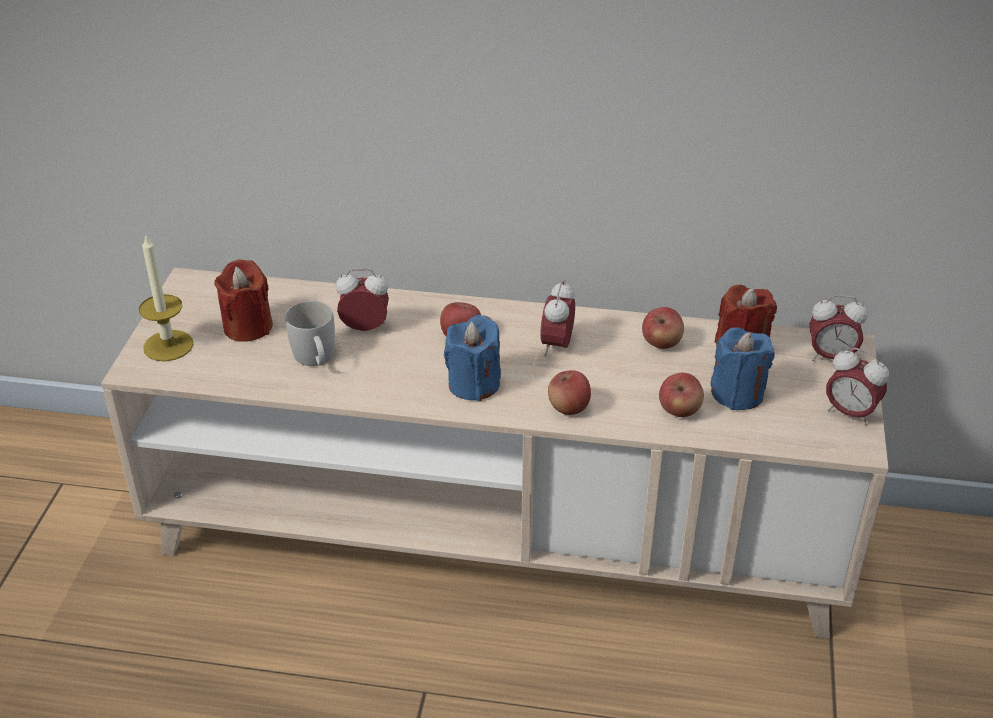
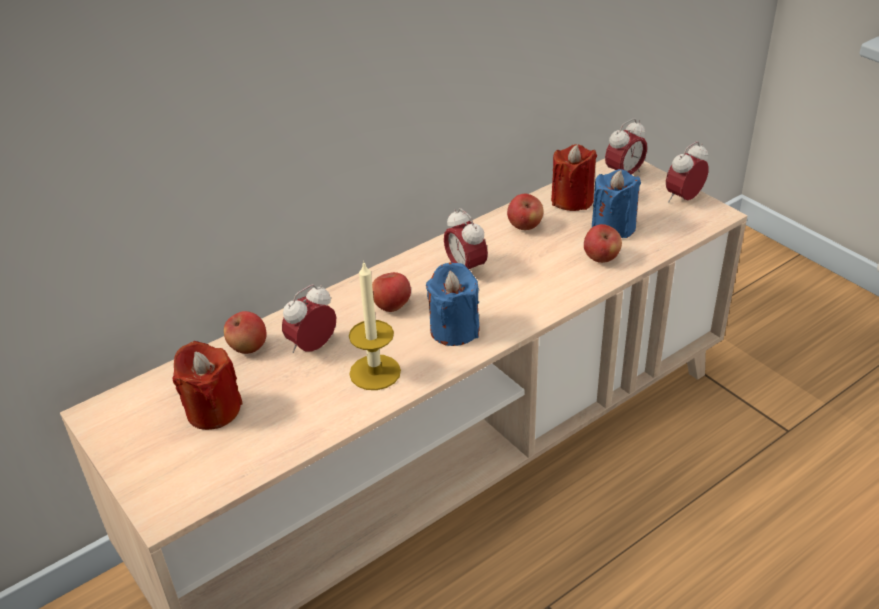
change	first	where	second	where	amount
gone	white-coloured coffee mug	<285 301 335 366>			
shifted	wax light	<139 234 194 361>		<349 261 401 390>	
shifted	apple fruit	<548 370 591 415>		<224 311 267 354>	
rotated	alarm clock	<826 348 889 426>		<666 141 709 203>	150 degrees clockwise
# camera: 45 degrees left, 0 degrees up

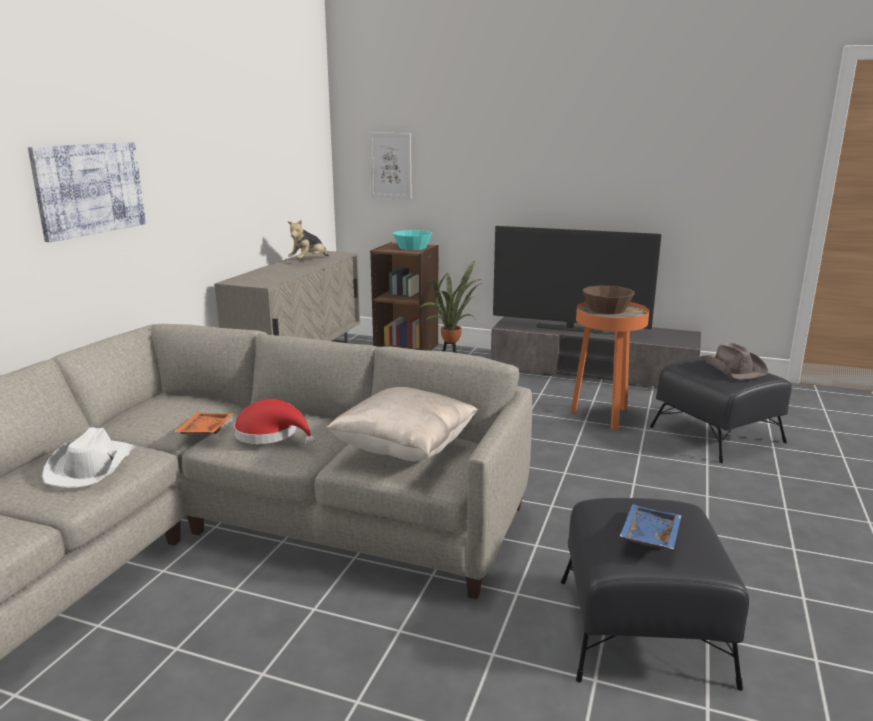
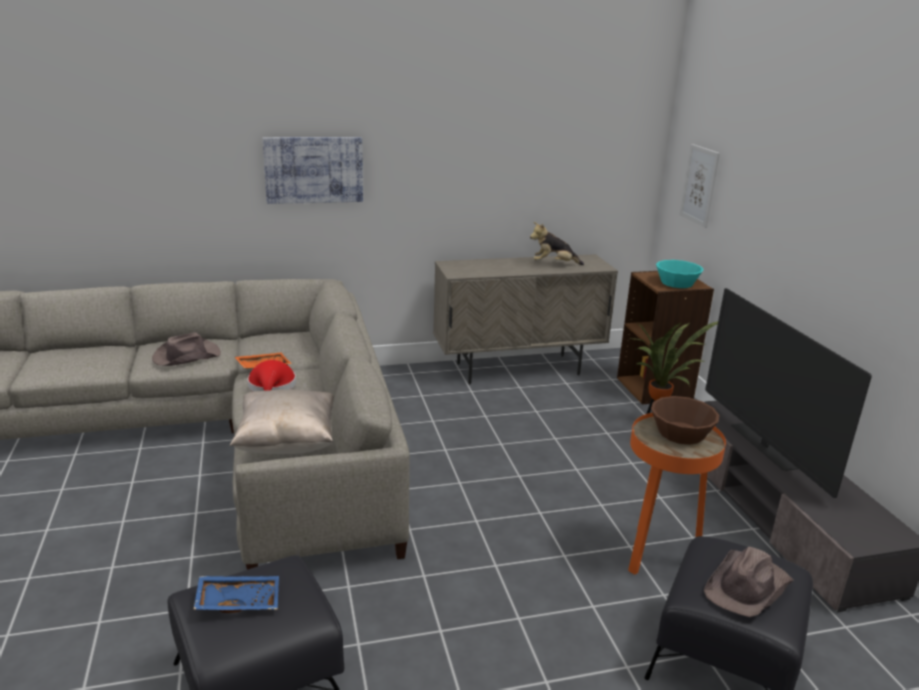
change	first	where	second	where	amount
repainted	white-coloured clothing hat	<42 427 136 488>	brown clothing hat	<152 332 221 366>	
# camera: 55 degrees right, 5 degrees up

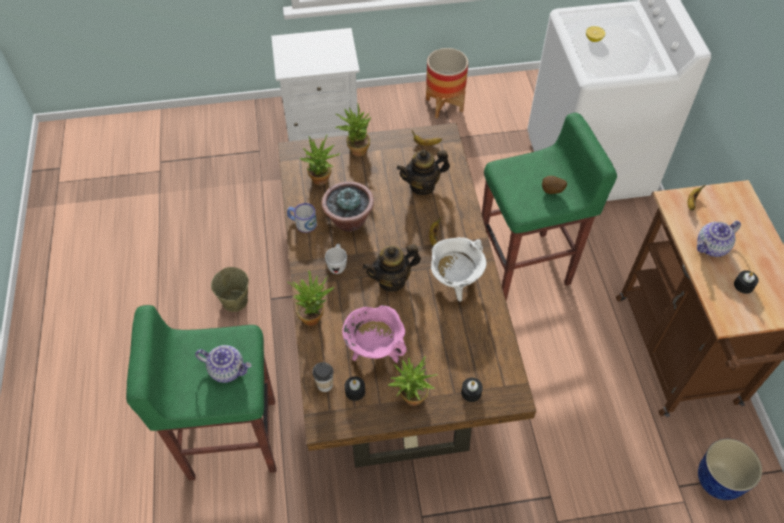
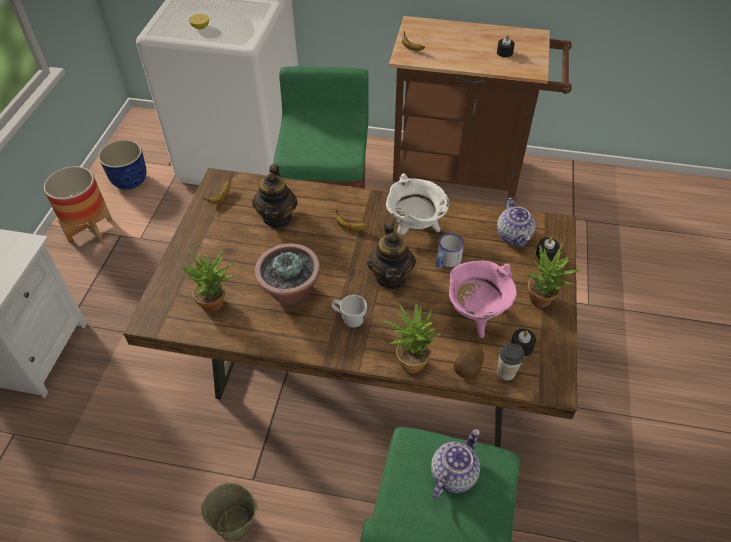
change	first	where	second	where	amount
gone	plant in a pot	<335 104 371 157>			
shifted	coffee mug	<287 203 317 233>		<436 233 464 268>	
shifted	spud	<542 176 567 194>		<454 346 484 378>	
shifted	teapot	<697 221 741 257>		<497 198 536 247>	
shifted	planter	<698 439 762 500>		<98 140 147 189>	
# camera: 70 degrees left, 5 degrees down

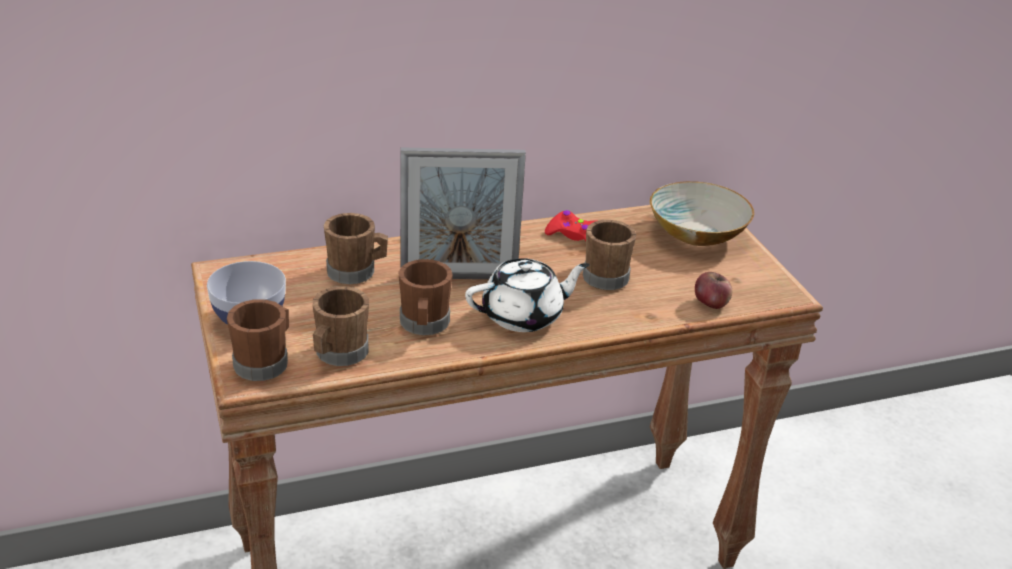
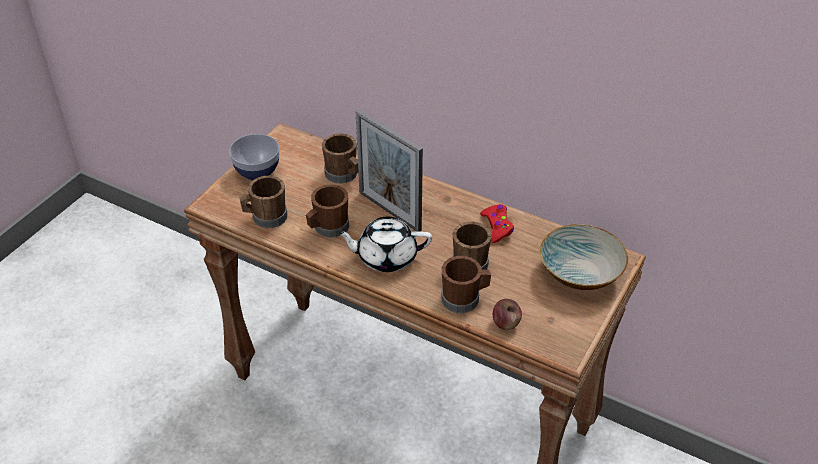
change	first	where	second	where	amount
shifted	brown coffee mug	<227 299 289 381>		<441 256 491 313>	
rotated	white-coloured teapot	<465 258 590 332>		<336 217 432 272>	150 degrees clockwise
# camera: 50 degrees right, 10 degrees up

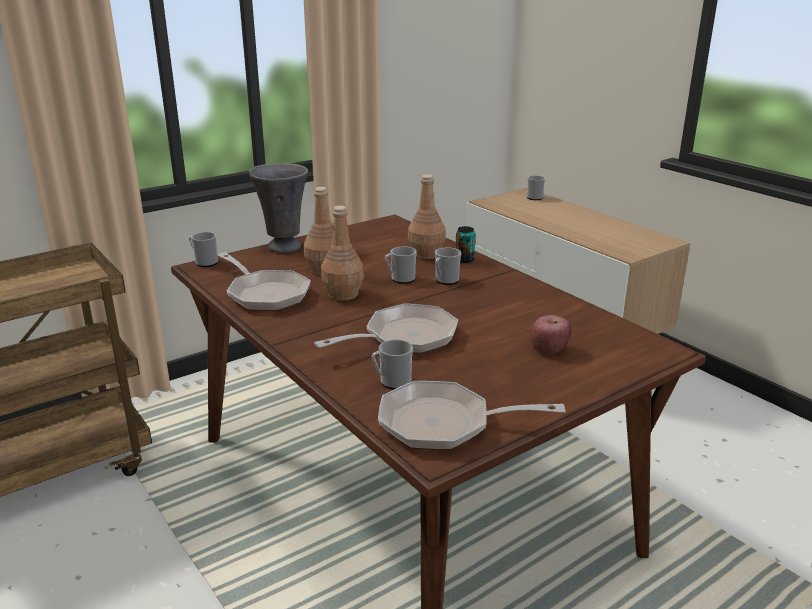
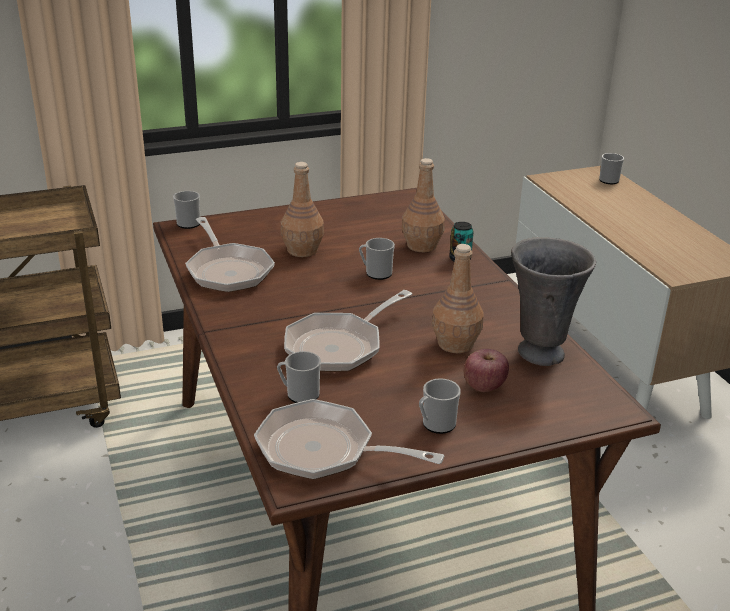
change	first	where	second	where	amount
shifted	grey vase	<249 163 308 253>		<511 237 596 366>	
shifted	brown bottle	<321 206 364 301>		<432 244 484 353>	
shifted	coffee mug	<435 248 461 285>		<419 378 461 434>	
rotated	skillet	<314 303 458 354>		<284 290 412 372>	150 degrees clockwise
# camera: 15 degrees right, 5 degrees up

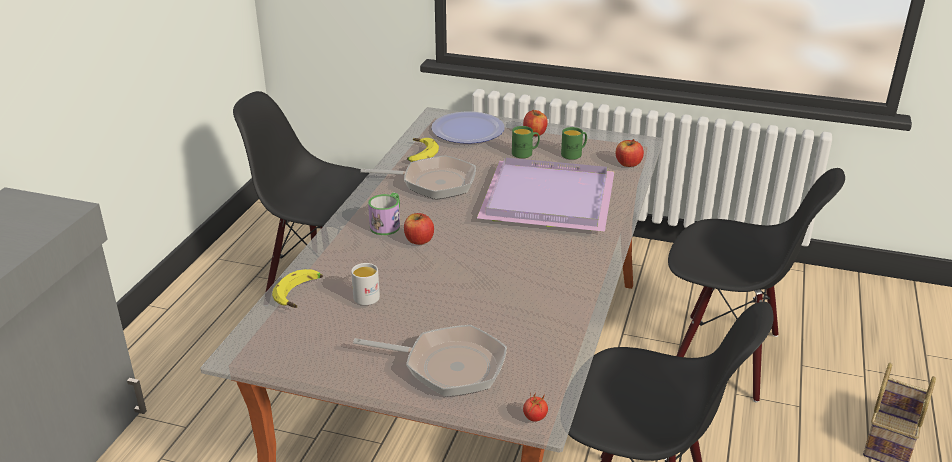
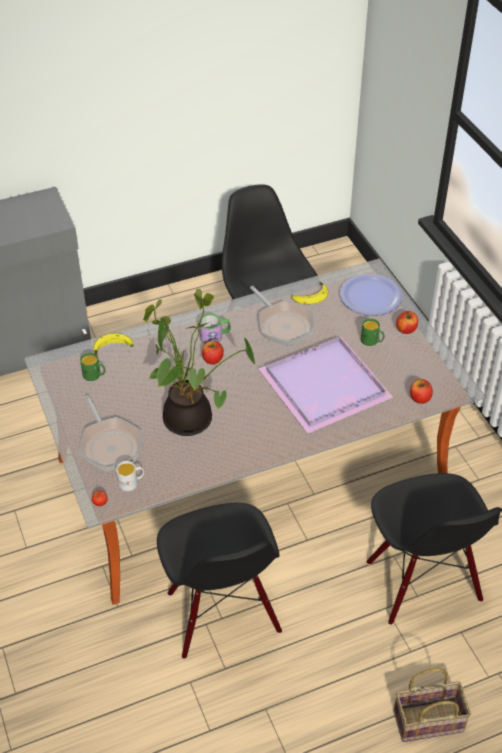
change	first	where	second	where	amount
new			plant in a pot	<143 289 256 436>	
shifted	white-coloured coffee mug	<351 263 380 305>		<116 461 144 491>	
shifted	greenish coffee mug	<561 127 587 160>		<80 353 105 381>	
# camera: 50 degrees right, 15 degrees up

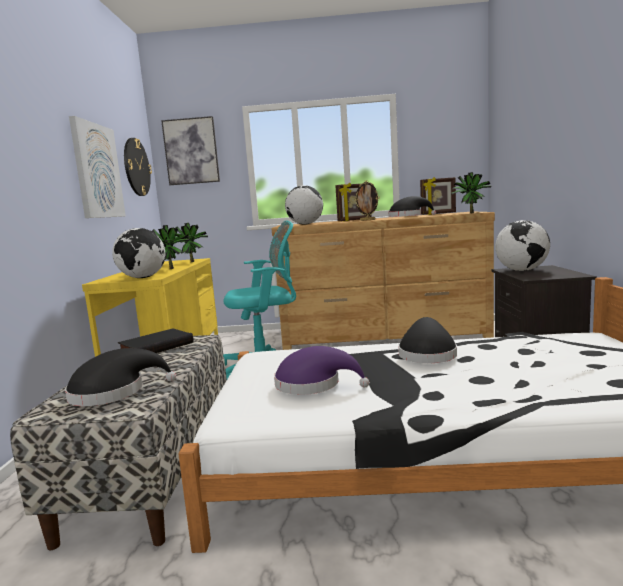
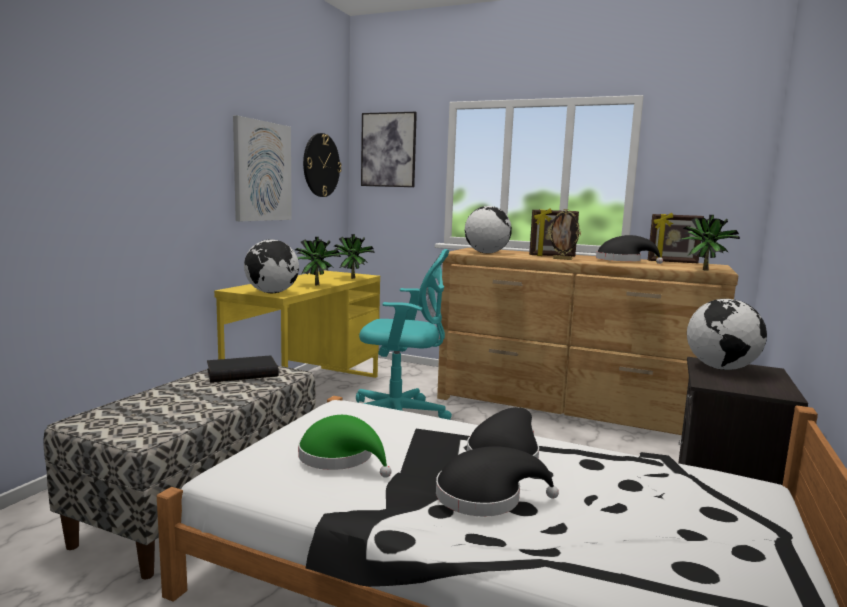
change	first	where	second	where	amount
shifted	black clothing hat	<65 348 176 406>		<436 446 559 517>	
repainted	purple-coloured clothing hat	<274 346 369 395>	greenish clothing hat	<298 415 392 478>	
# camera: 20 degrees right, 0 degrees up

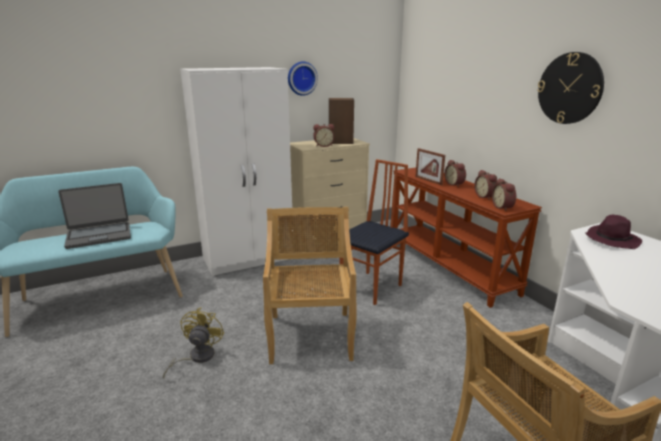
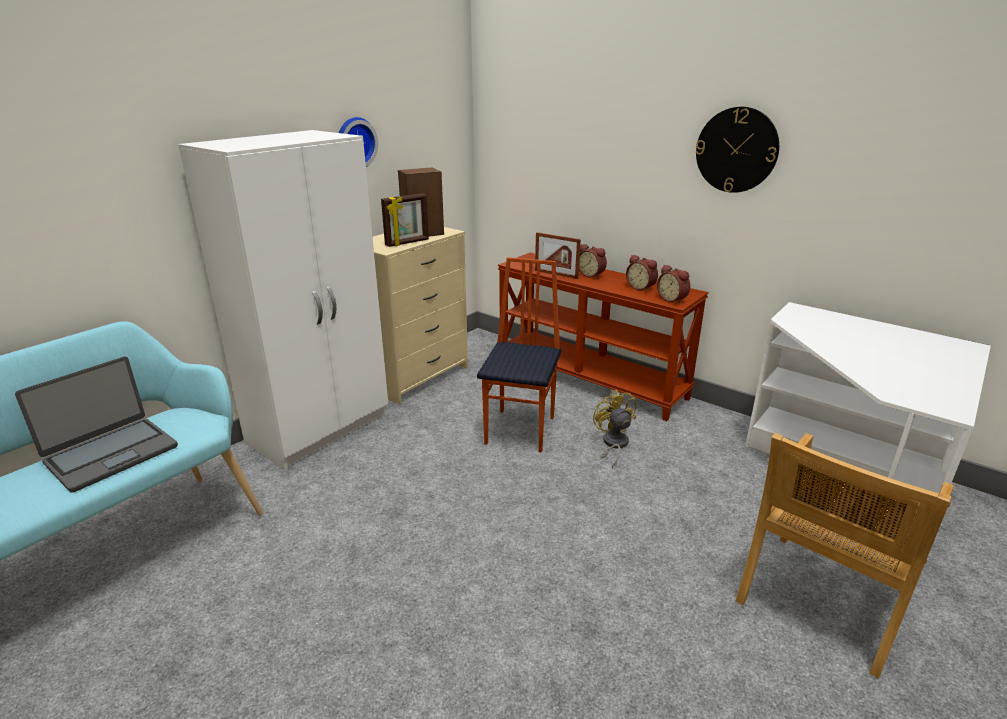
change	first	where	second	where	amount
gone	beige-coloured upright chair	<263 207 357 364>			
gone	purple-coloured clothing hat	<585 215 642 249>			
shifted	yellowish cooling fan	<163 307 224 379>		<593 389 636 468>	
swapped	alarm clock	<313 124 335 147>	standing frame	<381 193 429 247>	
# camera: 25 degrees left, 5 degrees up

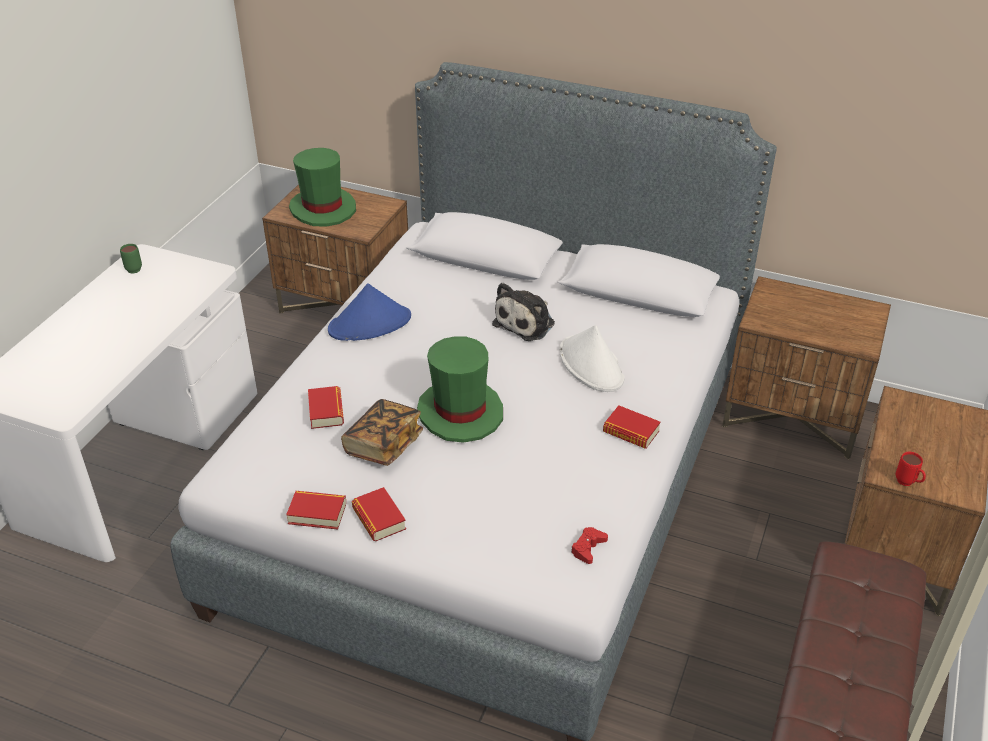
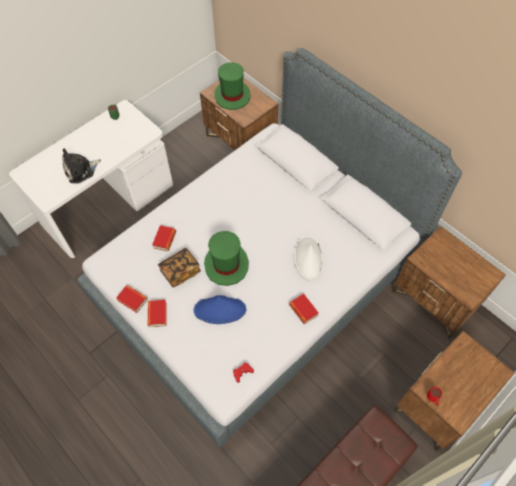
change	first	where	second	where	amount
shifted	bluish clothing hat	<328 283 411 341>		<194 295 246 324>	
shifted	cuddly toy	<492 283 555 341>		<62 148 101 184>	
# camera: 25 degrees right, 20 degrees up

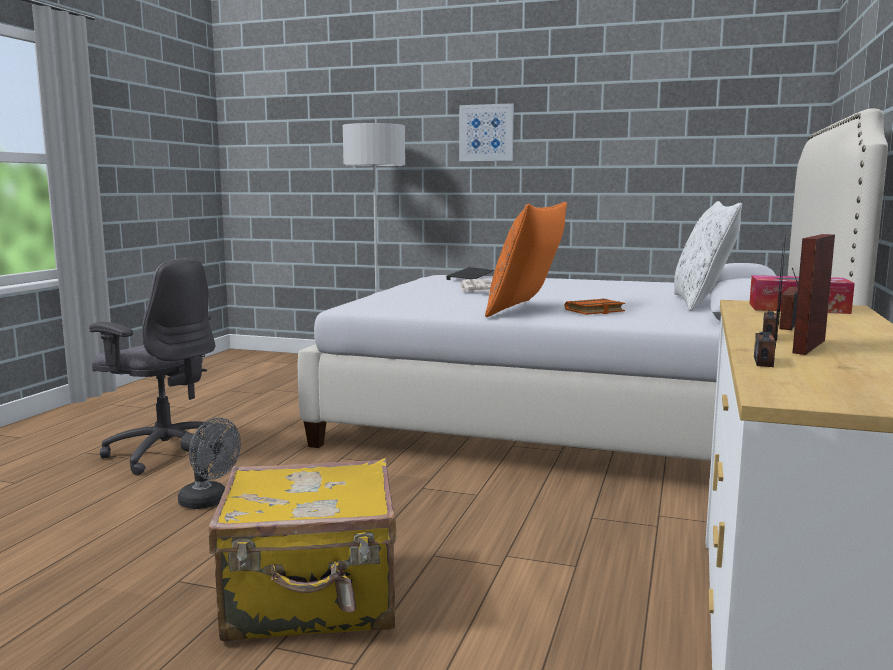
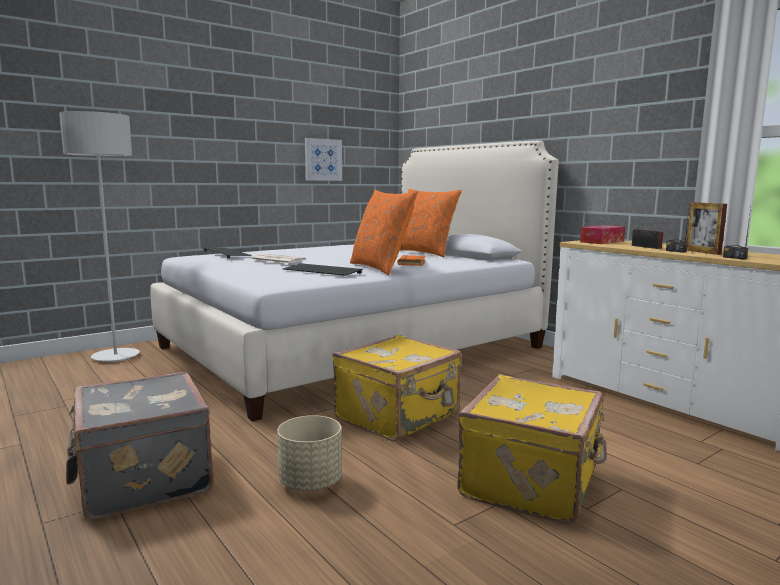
change	first	where	second	where	amount
new			computer keyboard	<283 263 363 276>	
new			yellowish piece of luggage	<332 335 462 441>	
shifted	wall picture	<459 103 514 161>		<305 138 342 181>	
swapped	grey office chair	<89 258 222 475>	grey piece of luggage	<66 372 214 520>	
swapped	grey cooling fan	<178 418 241 509>	beige-coloured planter	<277 415 342 491>	
repainted	white-coloured pillow	<674 201 742 311>	orange-coloured pillow	<400 189 462 257>	
# camera: 55 degrees left, 0 degrees up

